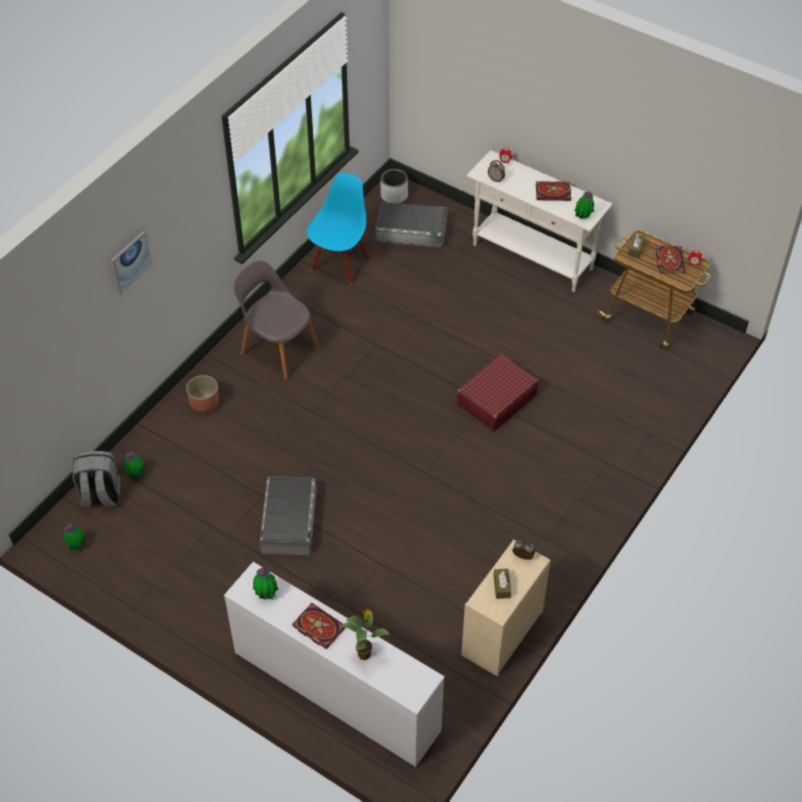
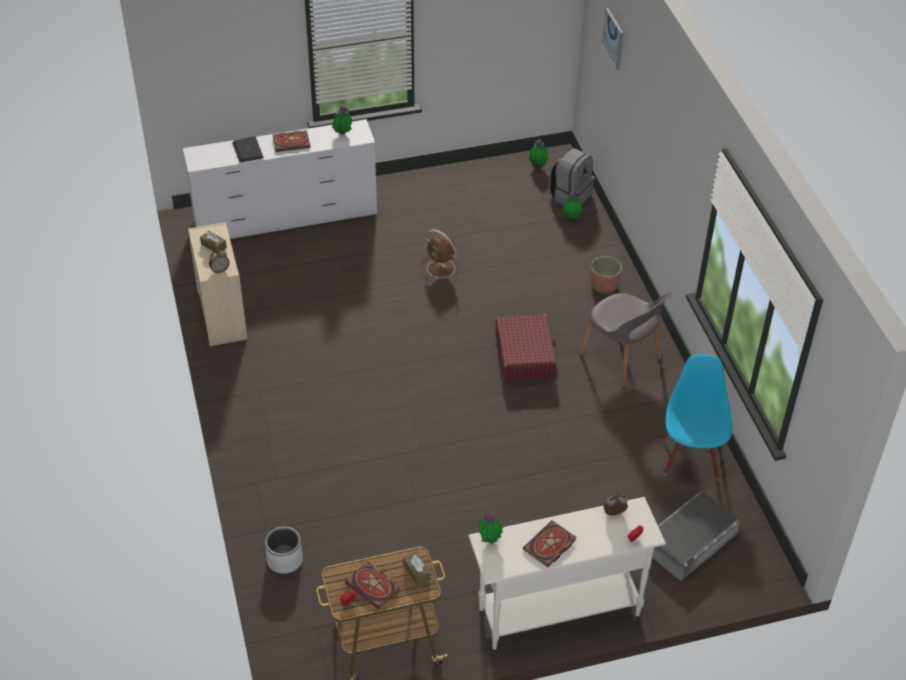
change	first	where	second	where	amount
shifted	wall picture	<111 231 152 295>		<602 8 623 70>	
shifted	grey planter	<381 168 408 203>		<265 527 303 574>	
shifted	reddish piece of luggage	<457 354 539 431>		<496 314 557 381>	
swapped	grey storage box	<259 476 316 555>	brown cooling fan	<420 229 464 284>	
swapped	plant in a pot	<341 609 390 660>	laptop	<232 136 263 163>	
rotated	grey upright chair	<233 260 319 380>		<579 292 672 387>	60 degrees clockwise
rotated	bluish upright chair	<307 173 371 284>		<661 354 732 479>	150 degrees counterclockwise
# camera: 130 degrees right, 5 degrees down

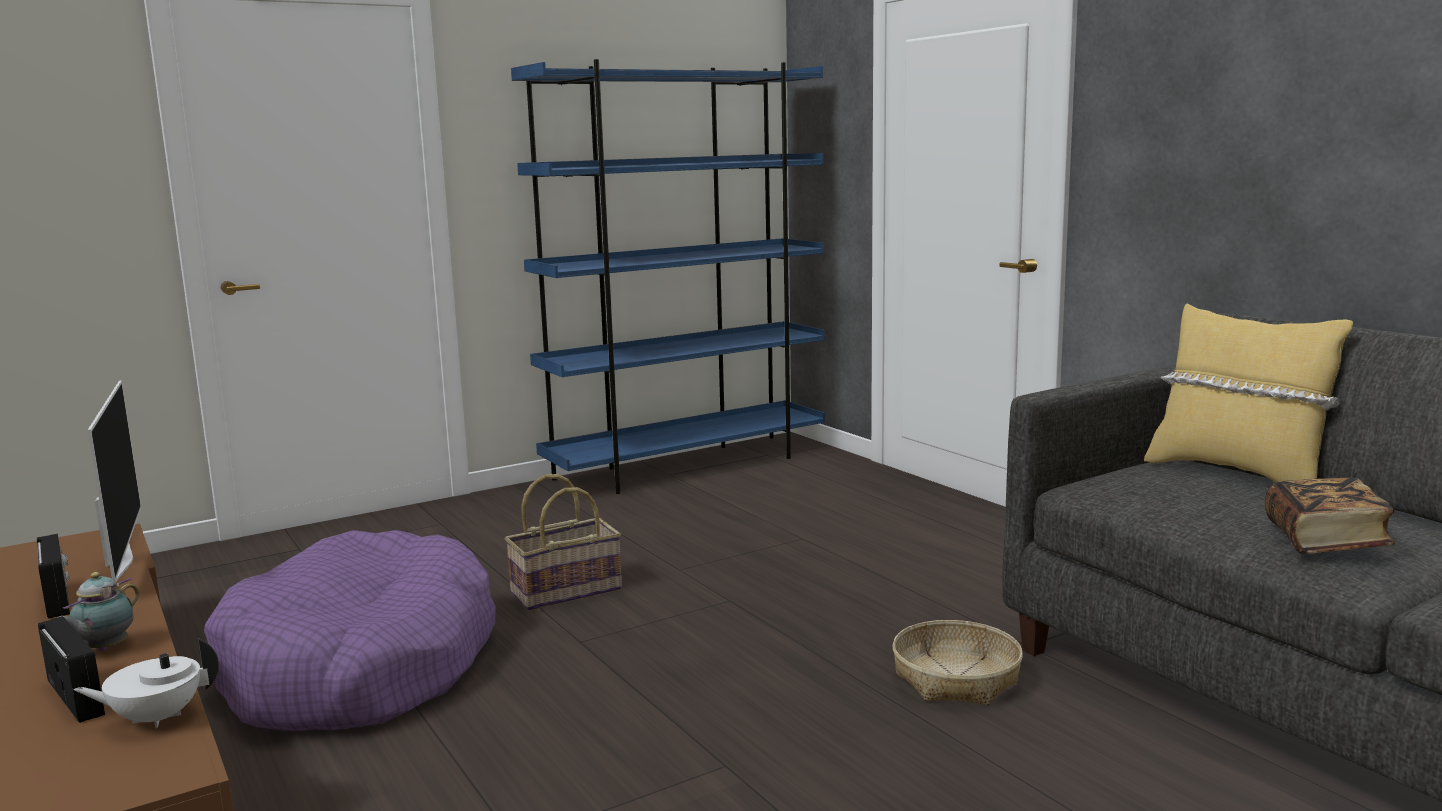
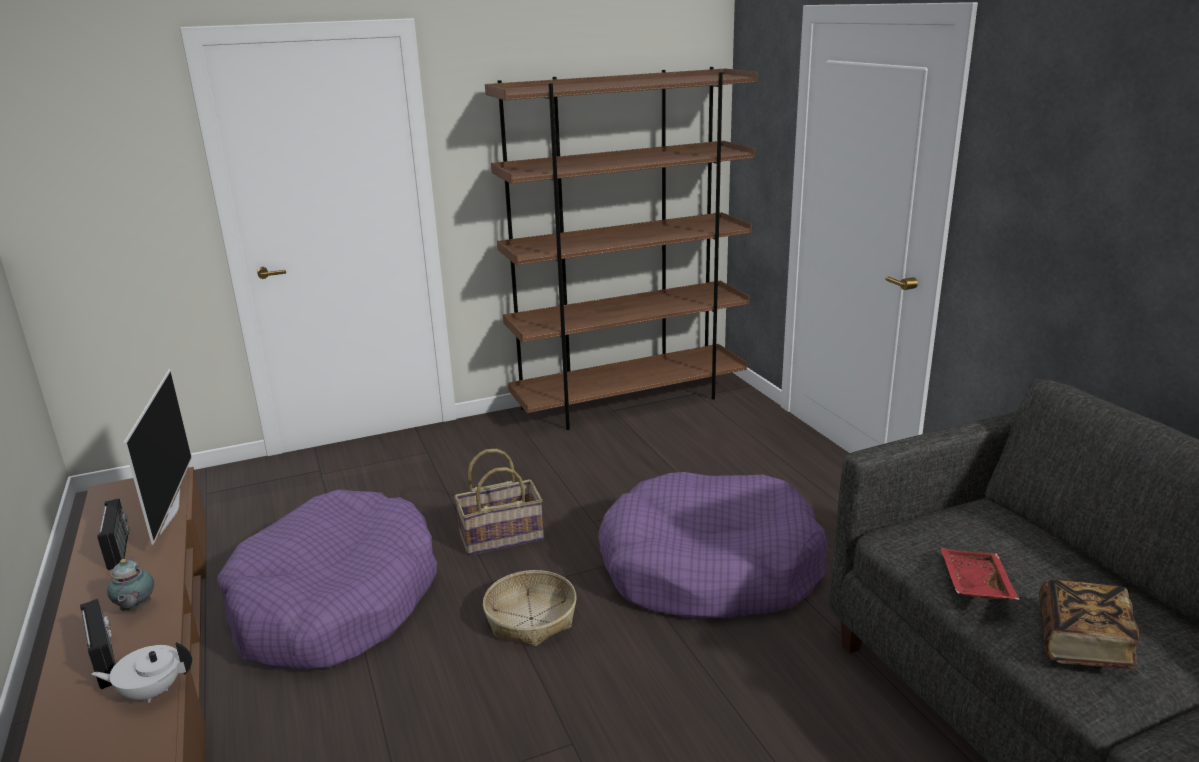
change	first	where	second	where	amount
gone	yellowish pillow	<1144 304 1353 482>			
new			purple-coloured pet bed	<598 472 828 620>	
new			reddish tray	<940 547 1020 600>	
shifted	household basket	<892 620 1023 705>		<483 570 577 647>	
repainted	bluish bookcase	<511 59 825 494>	brown bookcase	<485 67 758 430>	
rotated	teapot	<59 572 139 651>		<107 557 154 612>	45 degrees counterclockwise
# camera: 10 degrees right, 10 degrees up

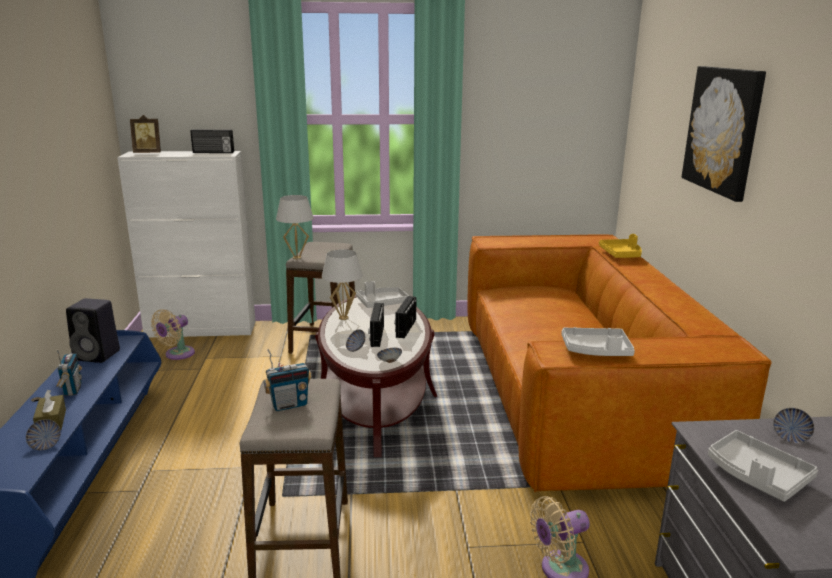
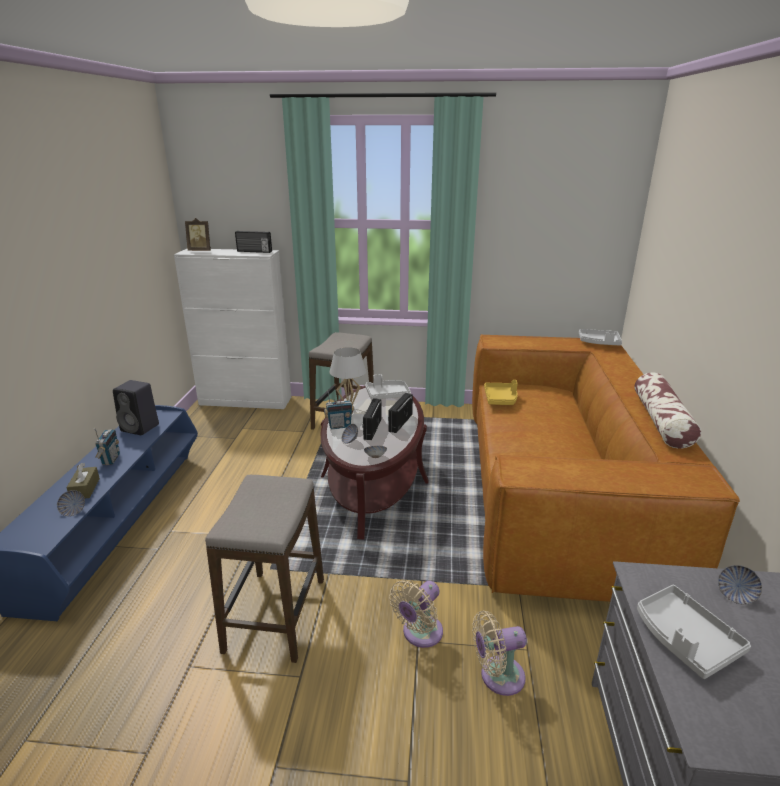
change	first	where	second	where	amount
gone	white-coloured lamp for a table	<276 195 314 259>			
gone	wall picture	<681 66 766 202>			
new			pillow	<635 372 701 449>	
shifted	beige-coloured cooling fan	<151 309 195 360>		<389 580 443 648>	
shifted	radio receiver	<263 349 312 411>		<324 390 354 429>	
shifted	grey tray	<561 327 635 356>		<579 329 622 346>	
shifted	yellowish tray	<599 234 642 258>		<484 380 518 405>	
# camera: 10 degrees right, 5 degrees up

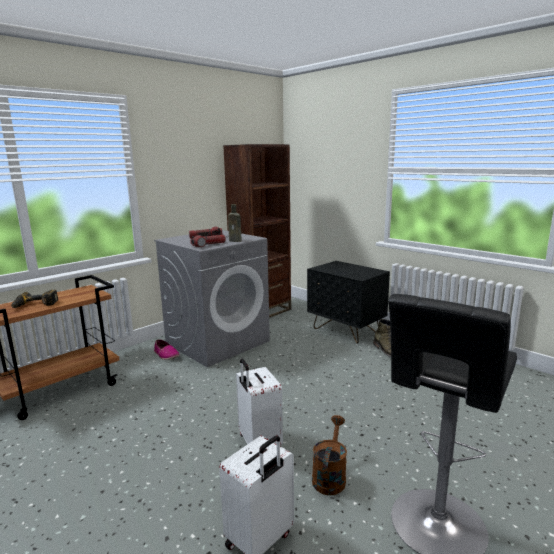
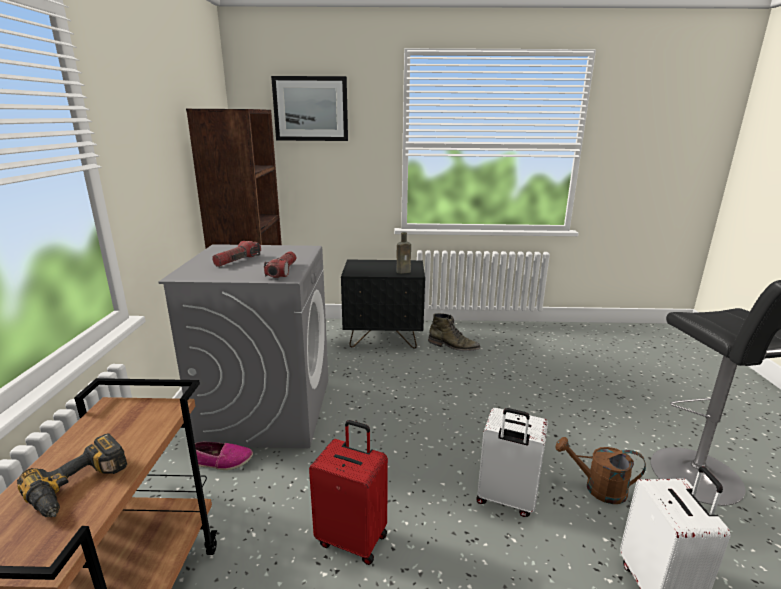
change	first	where	second	where	amount
new			wall picture	<271 76 348 141>	
new			reddish piece of luggage	<309 420 388 565>	
shifted	brown bottle	<228 204 242 242>		<397 232 411 274>	
rotated	brown watering pot	<312 415 347 495>		<555 437 646 504>	45 degrees counterclockwise
# camera: 45 degrees left, 5 degrees up

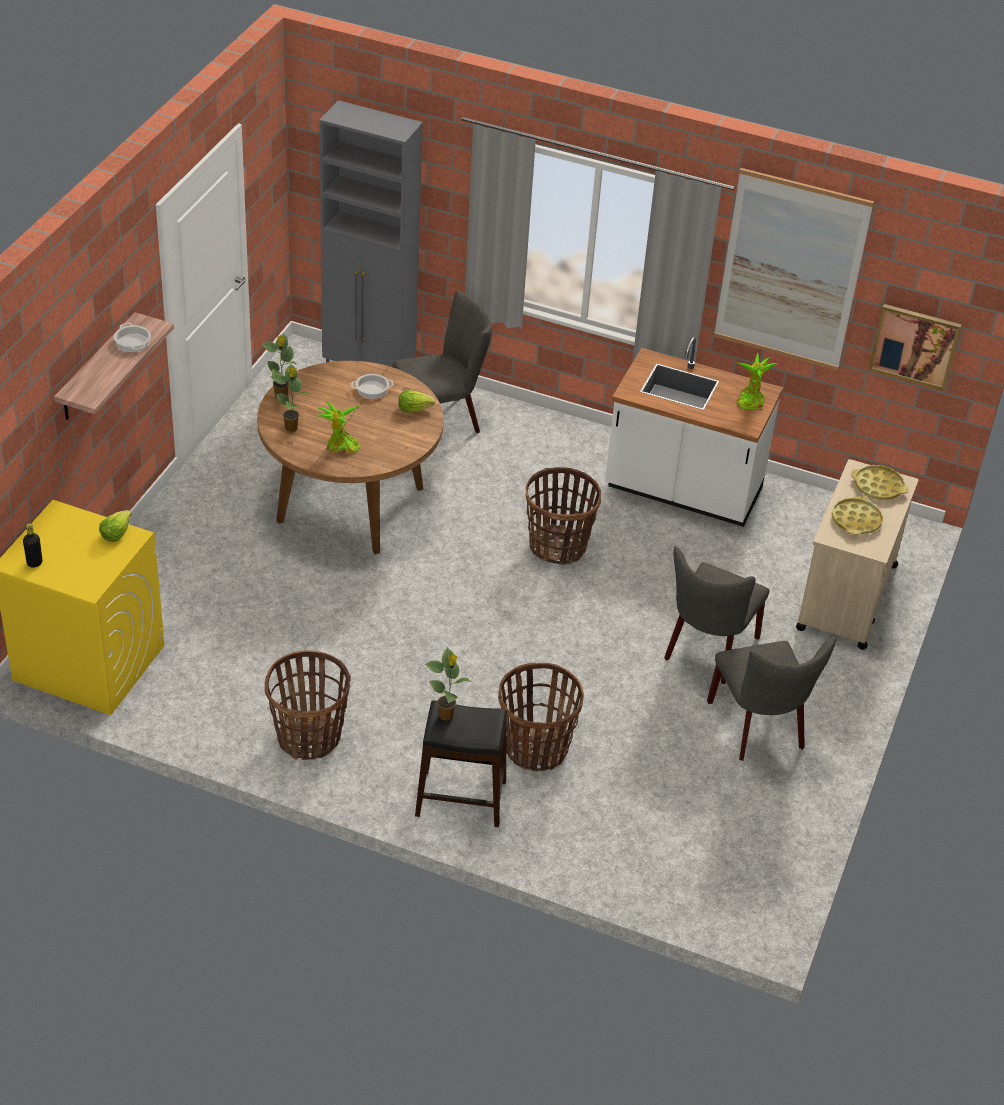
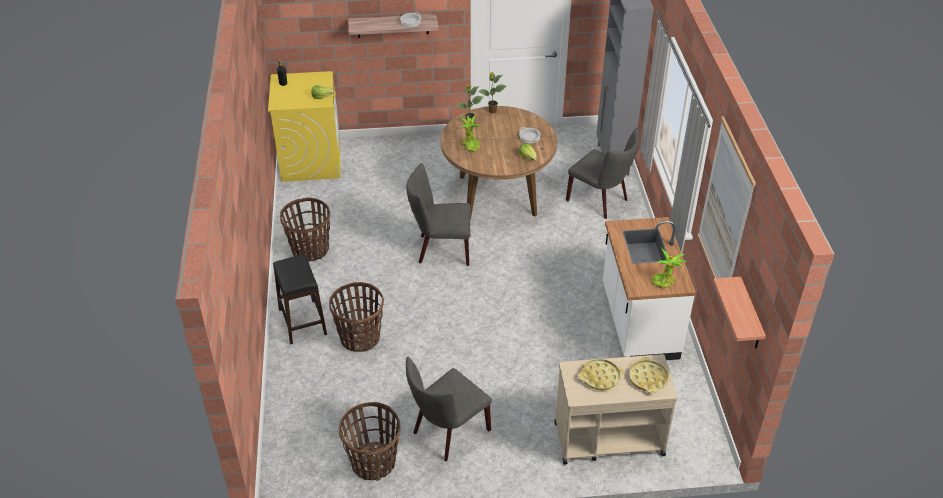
change	first	where	second	where	amount
gone	plant in a pot	<425 647 472 721>			
shifted	household basket	<526 467 601 565>		<339 402 401 481>	
shifted	grey upright chair	<664 546 769 684>		<406 163 471 266>	
swapped	wall picture	<869 304 962 391>	bracket shelf	<713 277 766 349>	
# camera: 65 degrees right, 0 degrees up

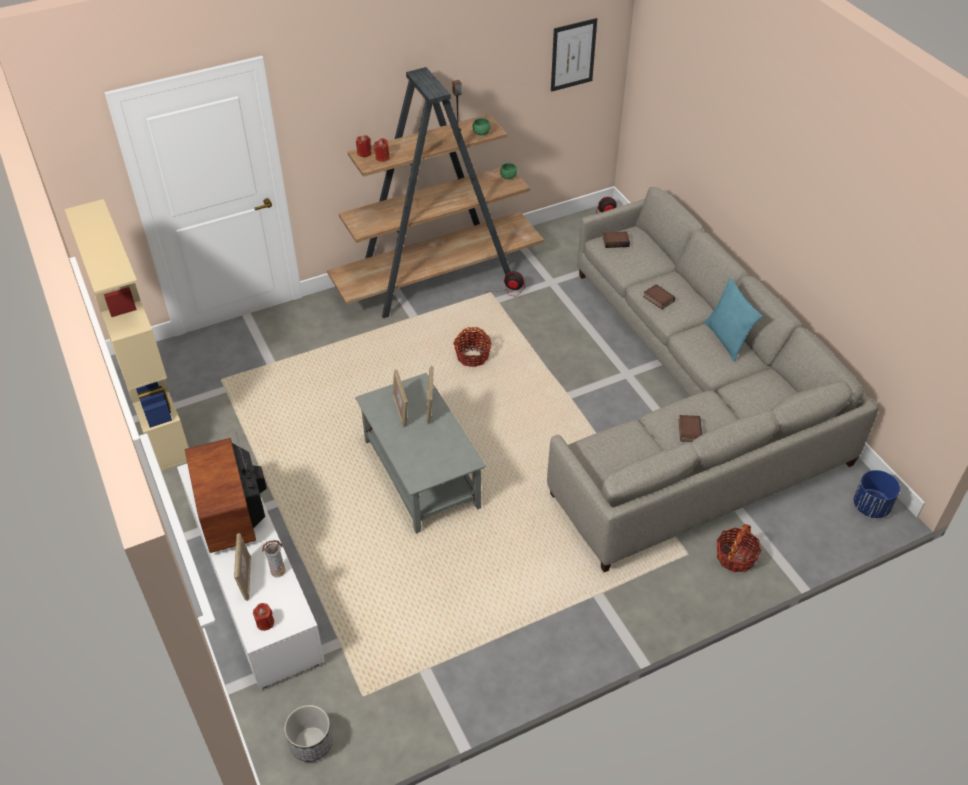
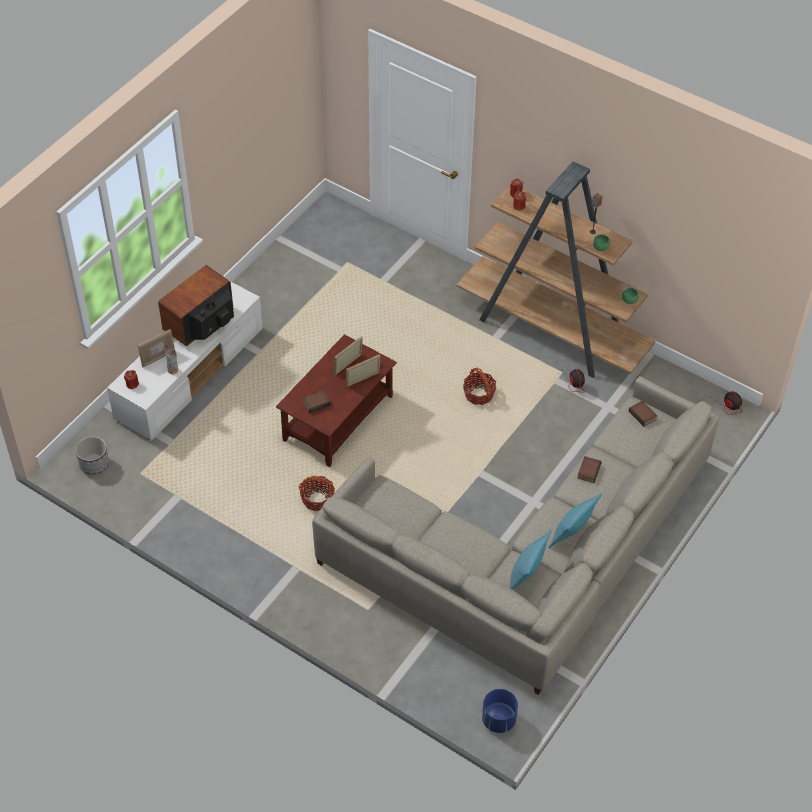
change	first	where	second	where	amount
gone	beige-coloured bookcase	<64 199 189 471>			
gone	wall picture	<551 18 597 92>			
new			turquoise-coloured pillow	<510 529 552 590>	
shifted	volume	<679 415 702 442>		<302 390 331 413>	
shifted	household basket	<716 524 762 572>		<299 476 335 511>	
repainted	grey low table	<355 373 486 534>	brown low table	<276 334 397 467>	
# camera: 60 degrees right, 5 degrees up

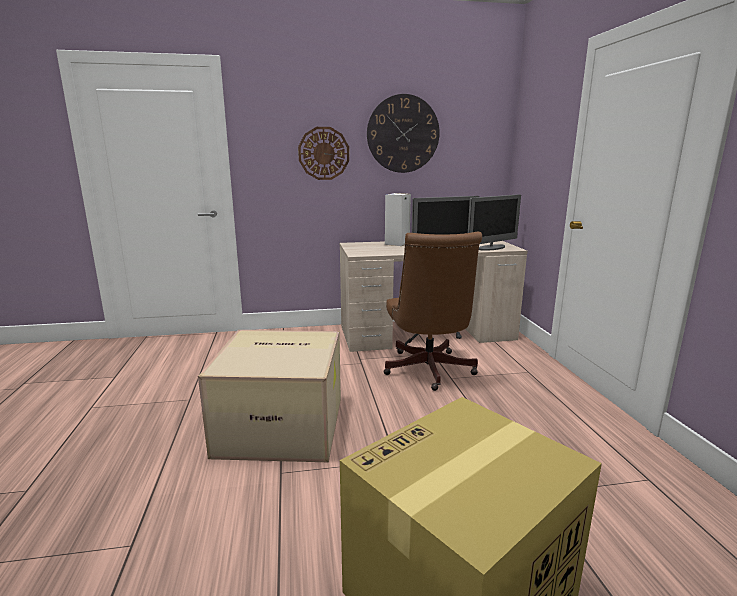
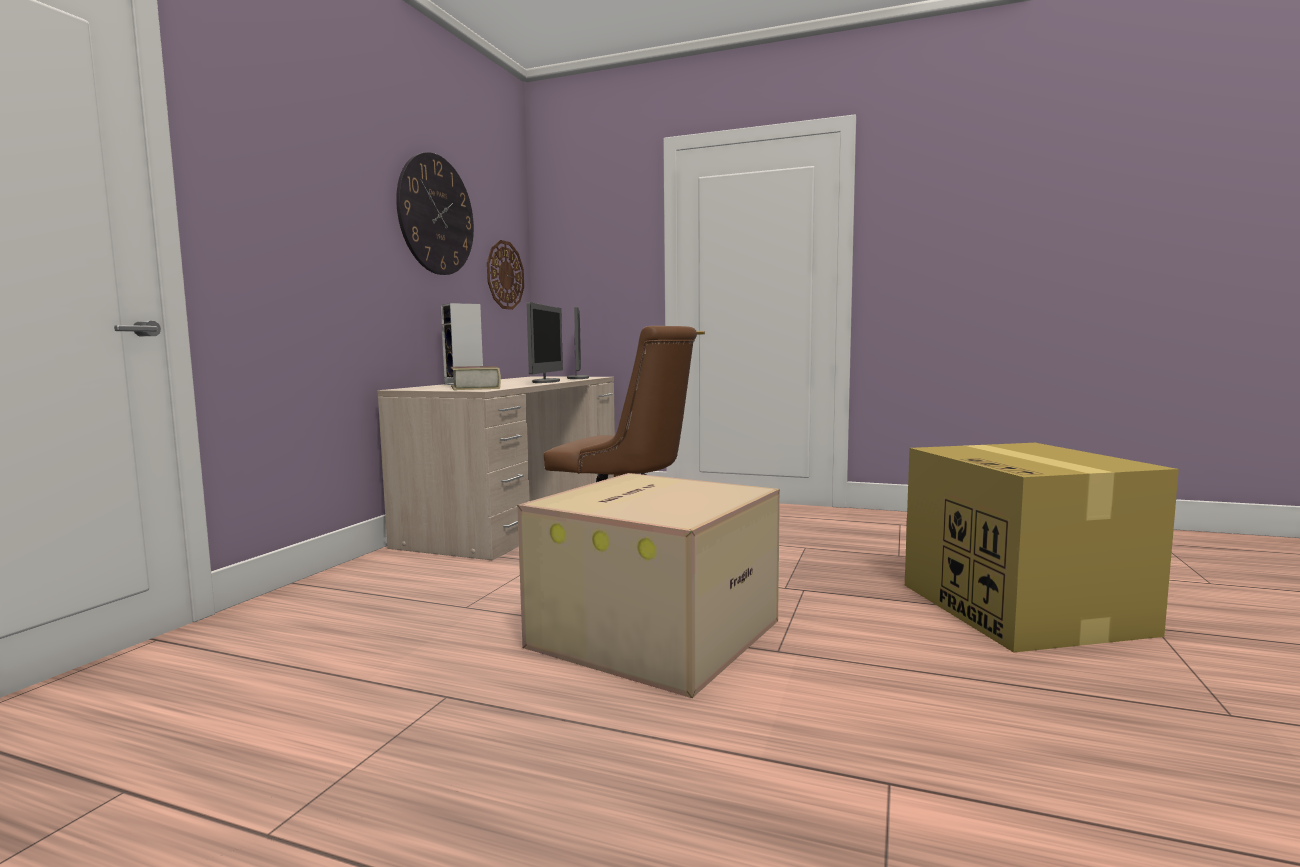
change	first	where	second	where	amount
new			volume	<450 366 501 390>	
shifted	clock on the wall	<298 127 349 180>		<487 240 524 310>	
# camera: 60 degrees left, 10 degrees down

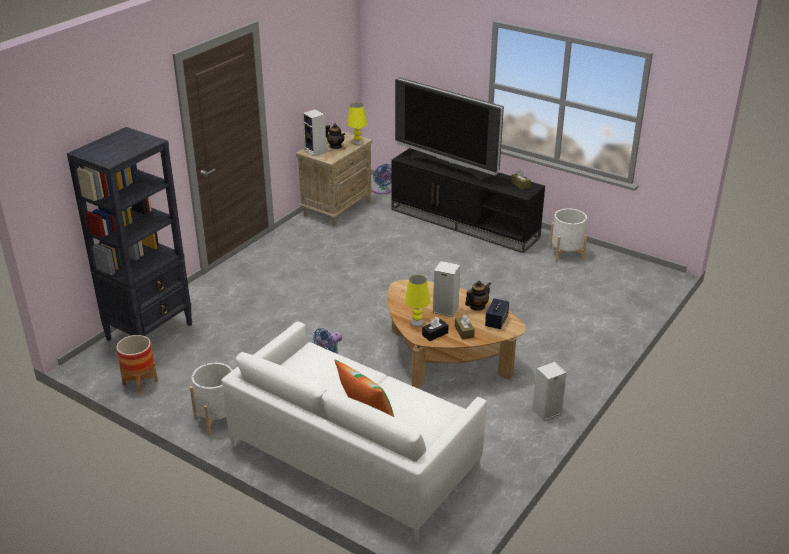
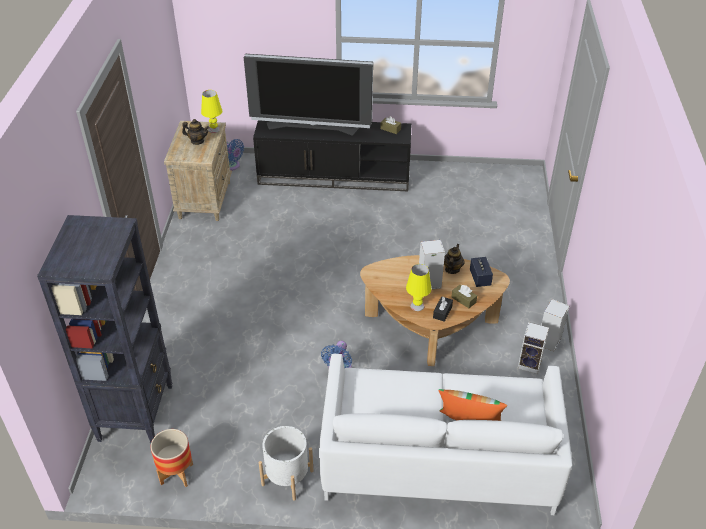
change	first	where	second	where	amount
gone	white-coloured planter	<549 208 587 263>			
shifted	audio speaker	<302 109 326 156>		<518 322 549 374>	
# camera: 30 degrees left, 10 degrees up

